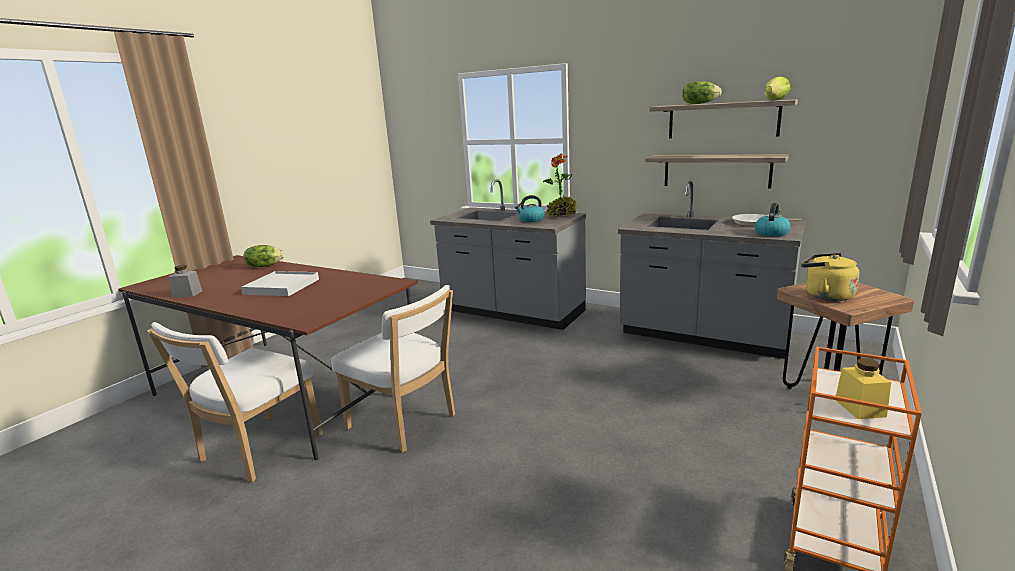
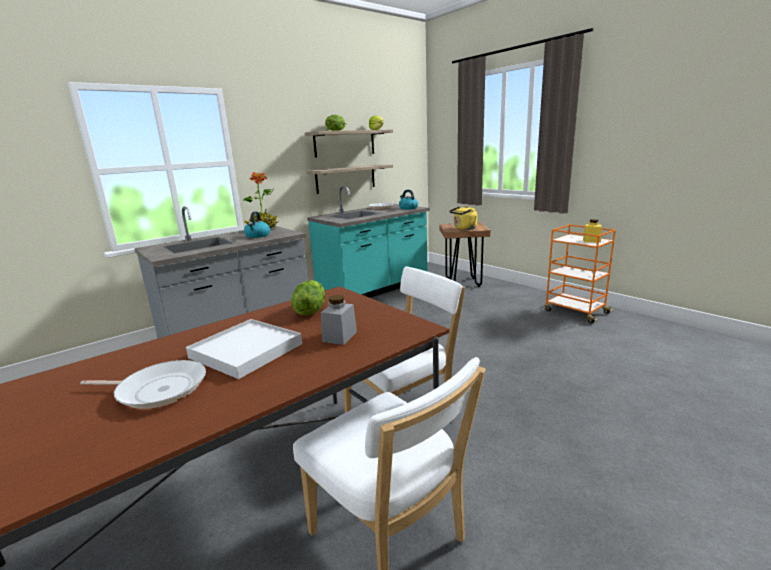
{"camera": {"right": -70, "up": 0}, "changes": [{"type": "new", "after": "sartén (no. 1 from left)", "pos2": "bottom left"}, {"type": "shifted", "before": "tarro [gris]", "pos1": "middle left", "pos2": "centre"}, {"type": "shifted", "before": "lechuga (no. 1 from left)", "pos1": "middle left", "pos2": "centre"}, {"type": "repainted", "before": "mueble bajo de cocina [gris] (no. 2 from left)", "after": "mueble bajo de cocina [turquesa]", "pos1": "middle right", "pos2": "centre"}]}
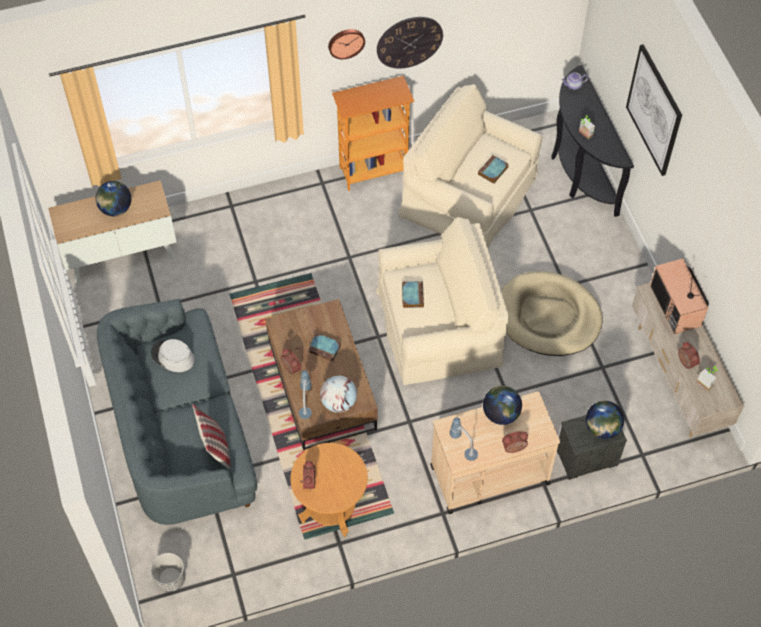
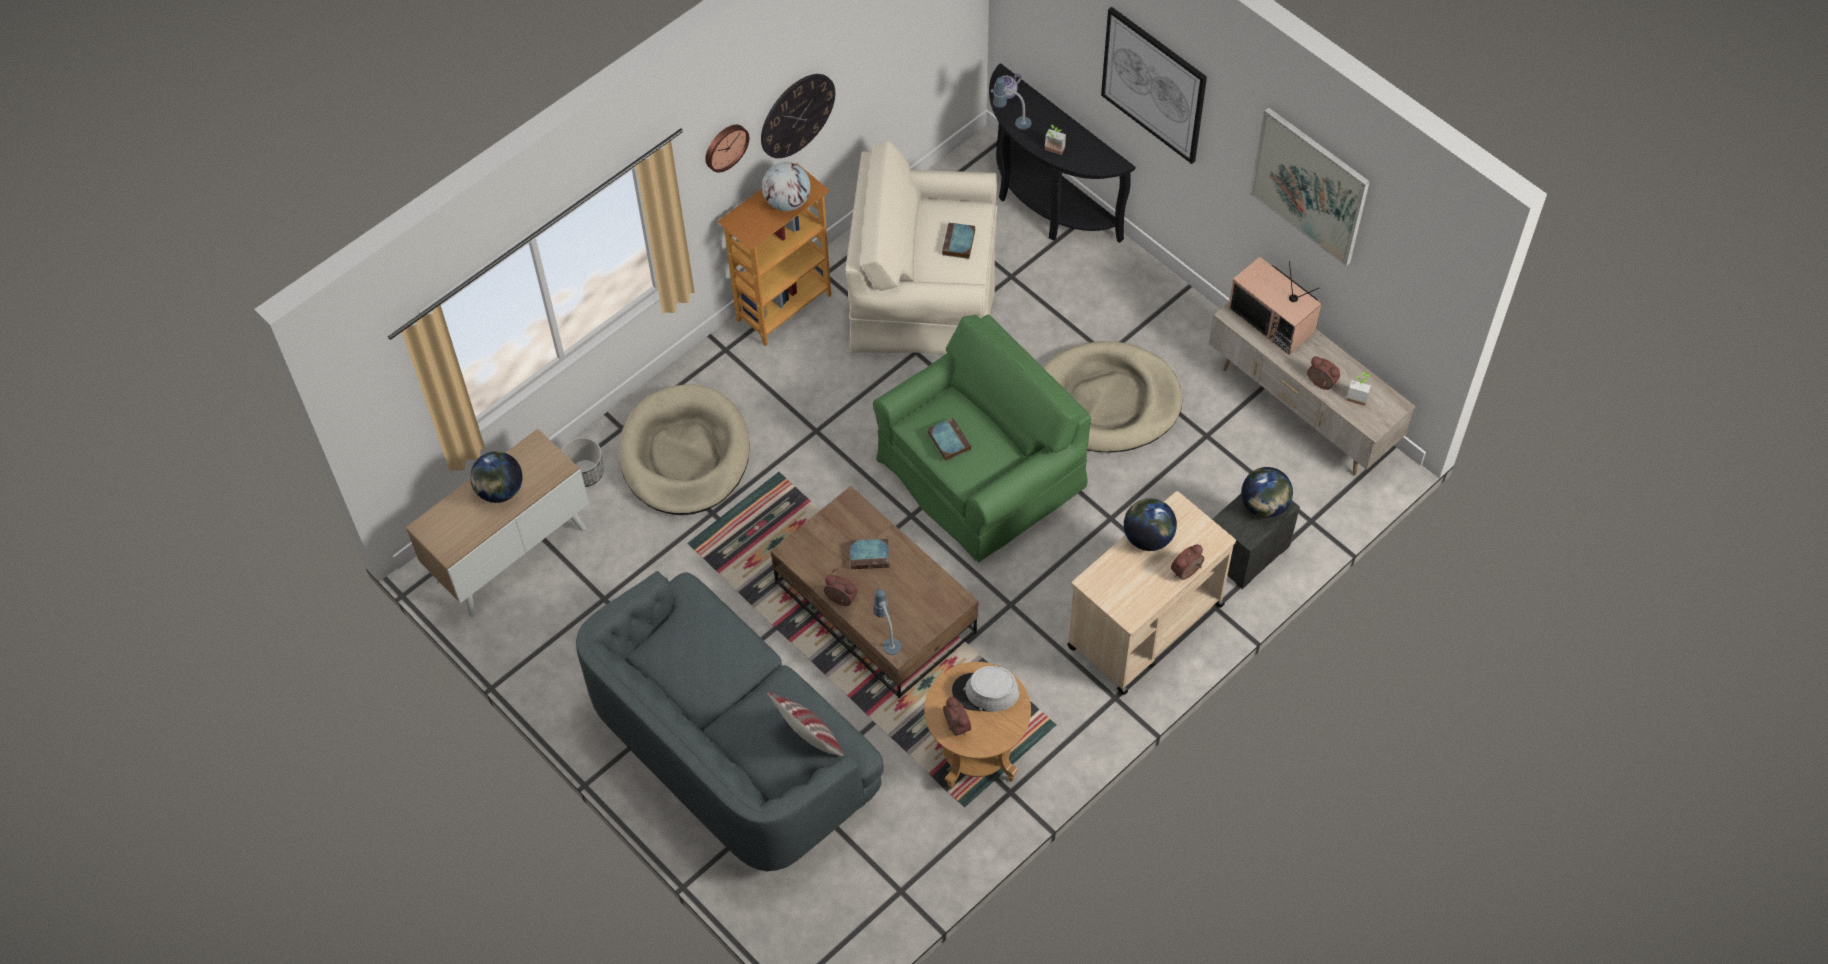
{"camera": {"right": -25, "up": 0}, "changes": [{"type": "new", "after": "cama para perro [beis] (no. 1 from left)", "pos2": "centre"}, {"type": "new", "after": "cuadro (no. 2 from left)", "pos2": "top right"}, {"type": "shifted", "before": "maceta", "pos1": "bottom left", "pos2": "middle left"}, {"type": "shifted", "before": "sombrero [gris]", "pos1": "middle left", "pos2": "bottom centre"}, {"type": "shifted", "before": "globo terráqueo (no. 2 from left)", "pos1": "centre", "pos2": "top centre"}, {"type": "shifted", "before": "lámpara de mesa (no. 2 from left)", "pos1": "bottom centre", "pos2": "top centre"}, {"type": "repainted", "before": "sillón [beis] (no. 1 from left)", "after": "sillón [verde]", "pos1": "centre", "pos2": "centre"}]}
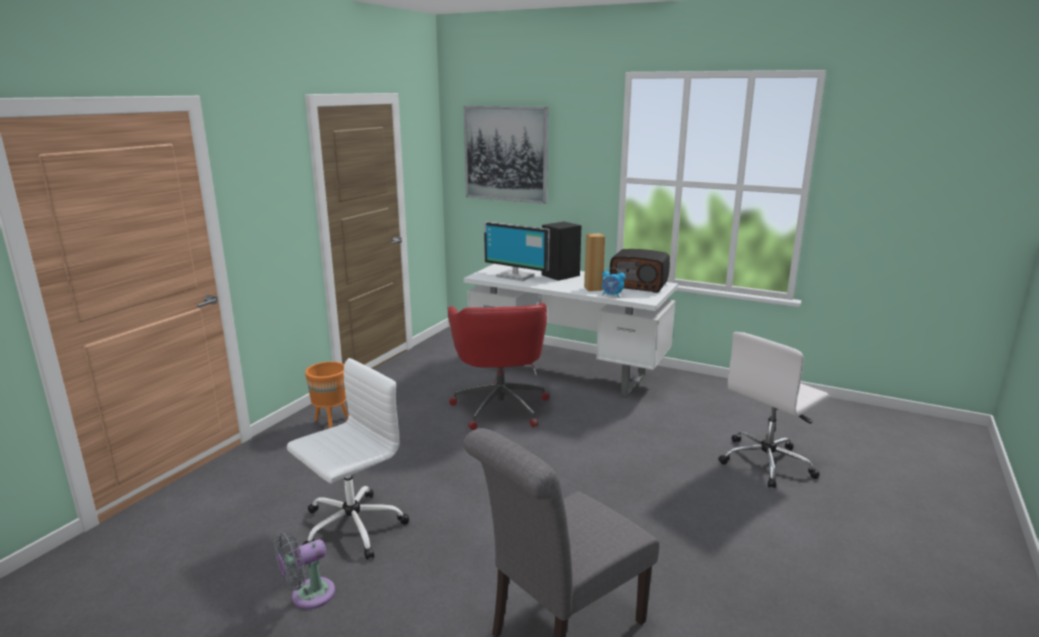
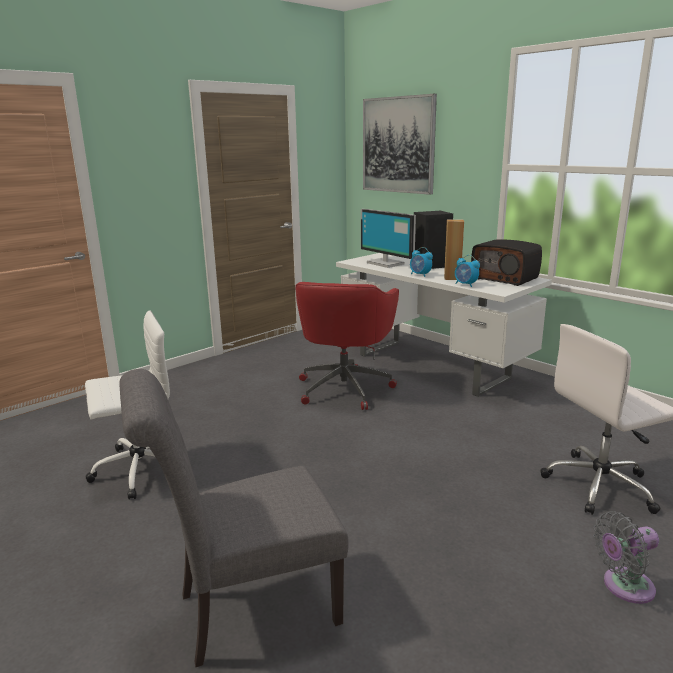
{"camera": {"right": 20, "up": 0}, "changes": [{"type": "gone", "before": "maceta [naranja]", "pos1": "middle left"}, {"type": "new", "after": "despertador (no. 1 from left)", "pos2": "centre"}, {"type": "shifted", "before": "ventilador [gris]", "pos1": "bottom left", "pos2": "bottom right"}]}
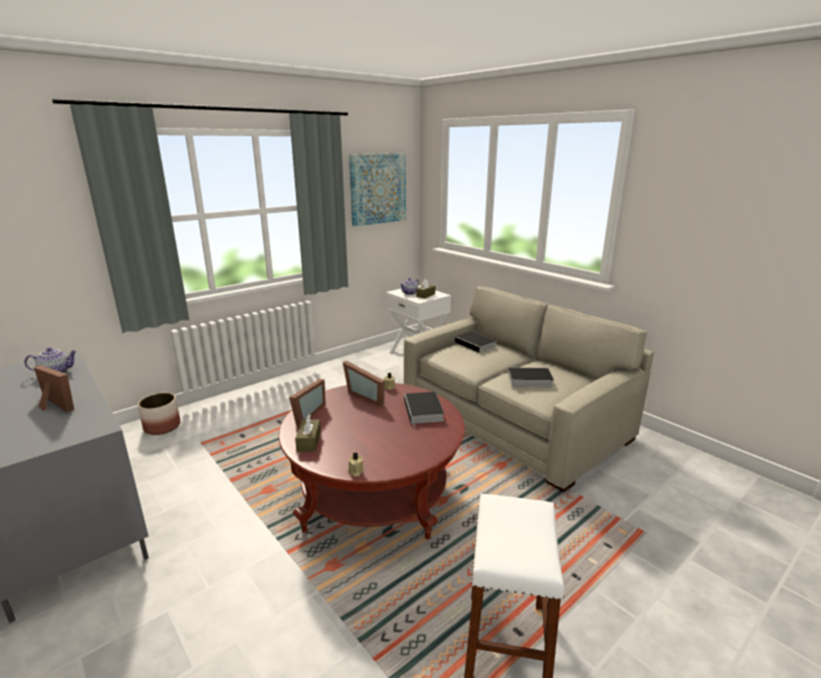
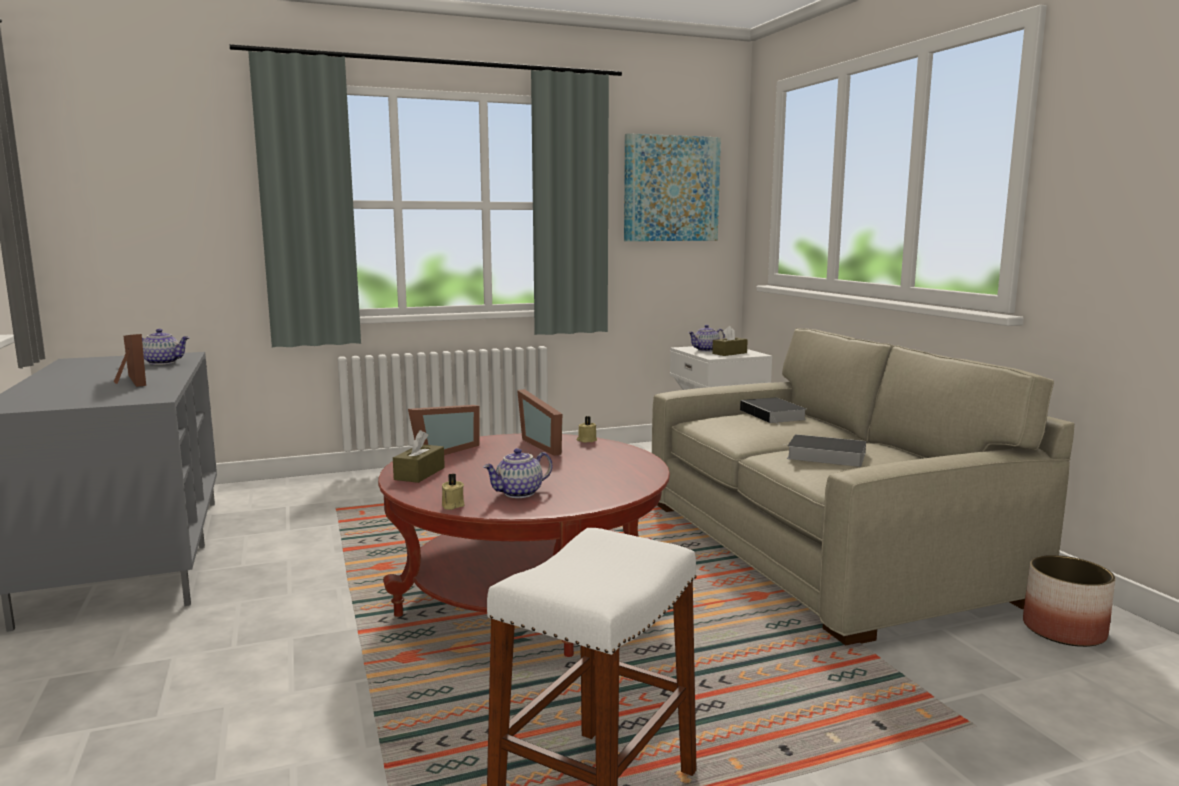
{"camera": {"right": 20, "up": -10}, "changes": [{"type": "gone", "before": "libro (no. 1 from left)", "pos1": "centre"}, {"type": "new", "after": "tetera (no. 2 from left)", "pos2": "centre"}, {"type": "shifted", "before": "maceta", "pos1": "middle left", "pos2": "bottom right"}]}
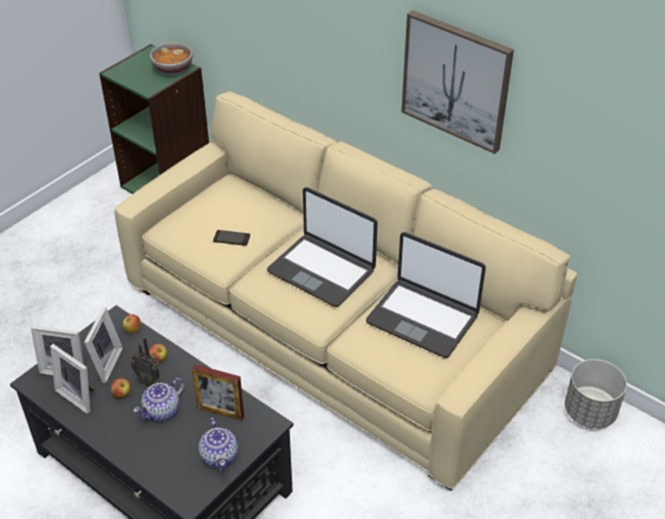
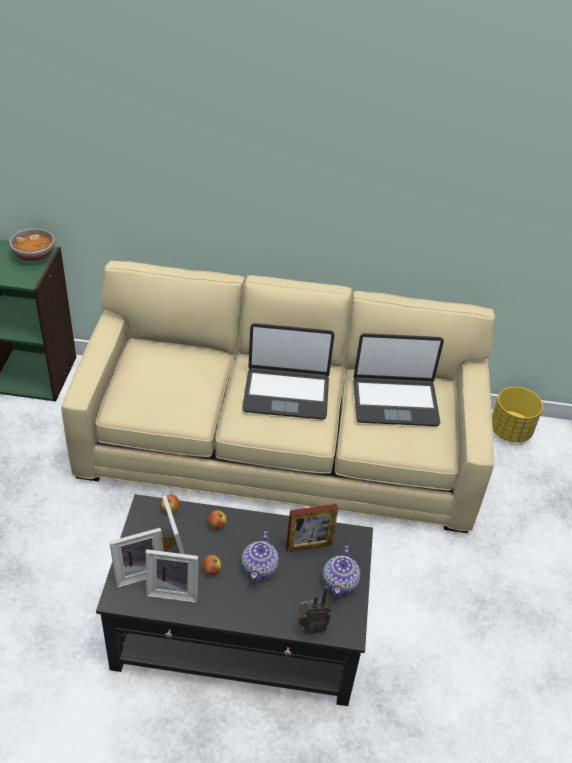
{"camera": {"right": -35, "up": 0}, "changes": [{"type": "gone", "before": "móvil", "pos1": "centre"}, {"type": "gone", "before": "cuadro", "pos1": "top right"}, {"type": "shifted", "before": "radio", "pos1": "bottom left", "pos2": "bottom centre"}, {"type": "repainted", "before": "maceta [gris]", "after": "maceta [amarillo]", "pos1": "bottom right", "pos2": "middle right"}, {"type": "rotated", "before": "tetera (no. 2 from left)", "pos1": "bottom left", "pos2": "bottom centre", "turn": 60}]}
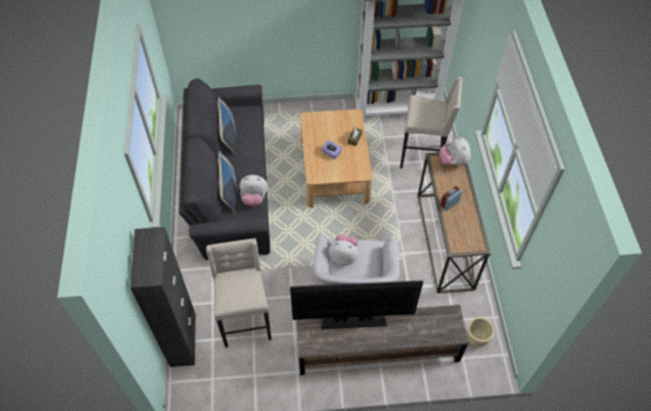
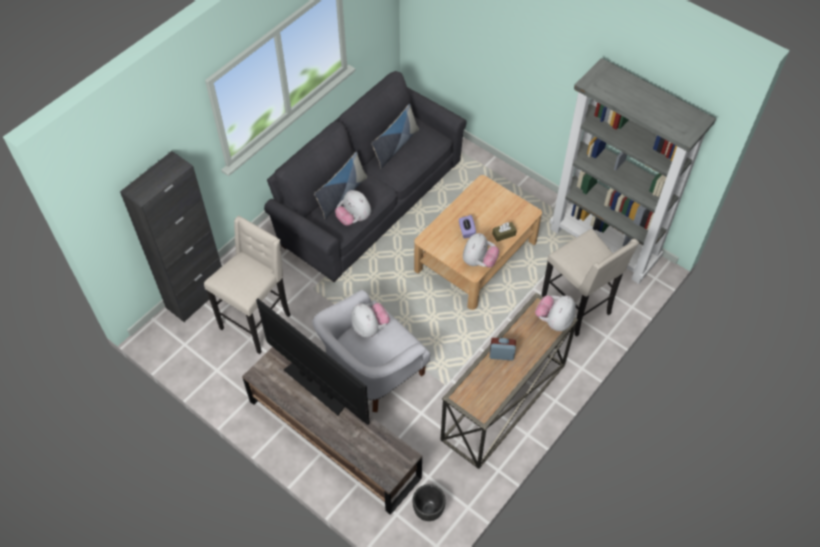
{"camera": {"right": 45, "up": 0}, "changes": [{"type": "new", "after": "peluche (no. 3 from left)", "pos2": "centre"}, {"type": "repainted", "before": "maceta [beis]", "after": "maceta [negro]", "pos1": "bottom right", "pos2": "bottom centre"}]}
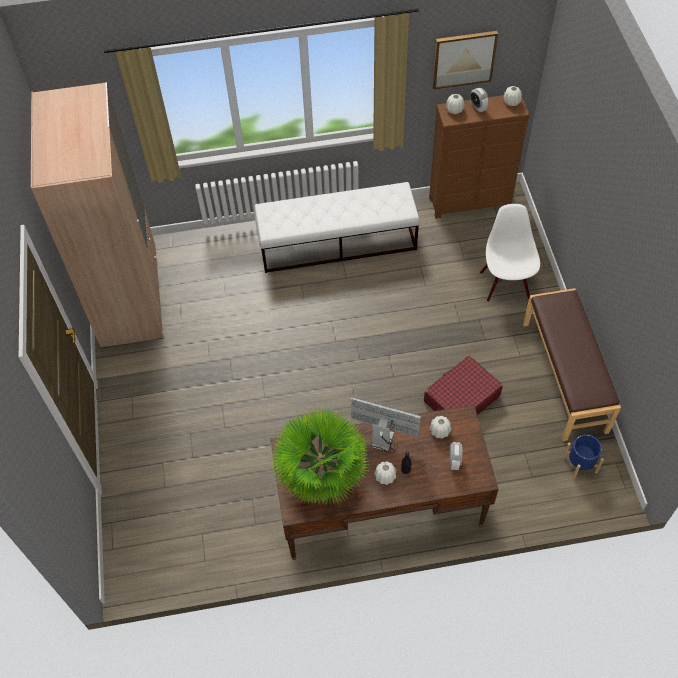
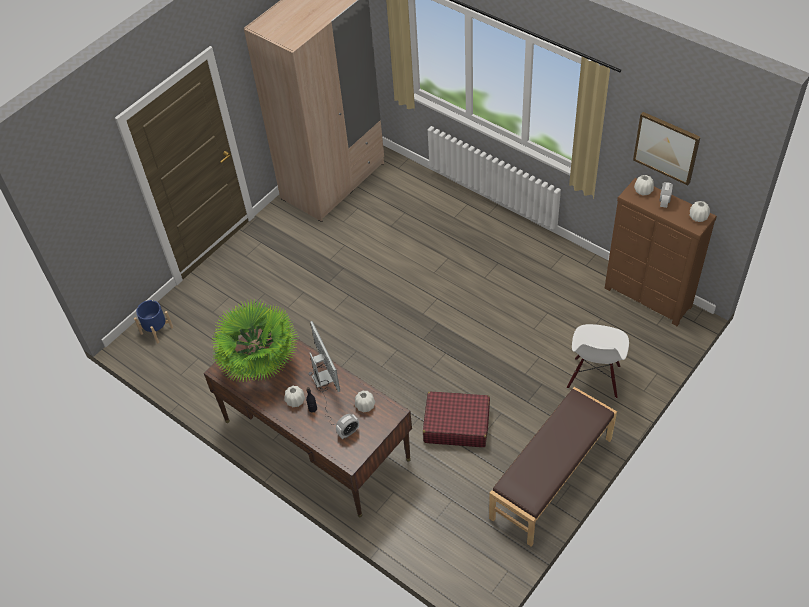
{"camera": {"right": 50, "up": -5}, "changes": [{"type": "gone", "before": "banco [blanco]", "pos1": "centre"}, {"type": "shifted", "before": "maceta [azul]", "pos1": "bottom right", "pos2": "middle left"}, {"type": "rotated", "before": "silla [blanco]", "pos1": "middle right", "pos2": "middle right", "turn": 150}]}
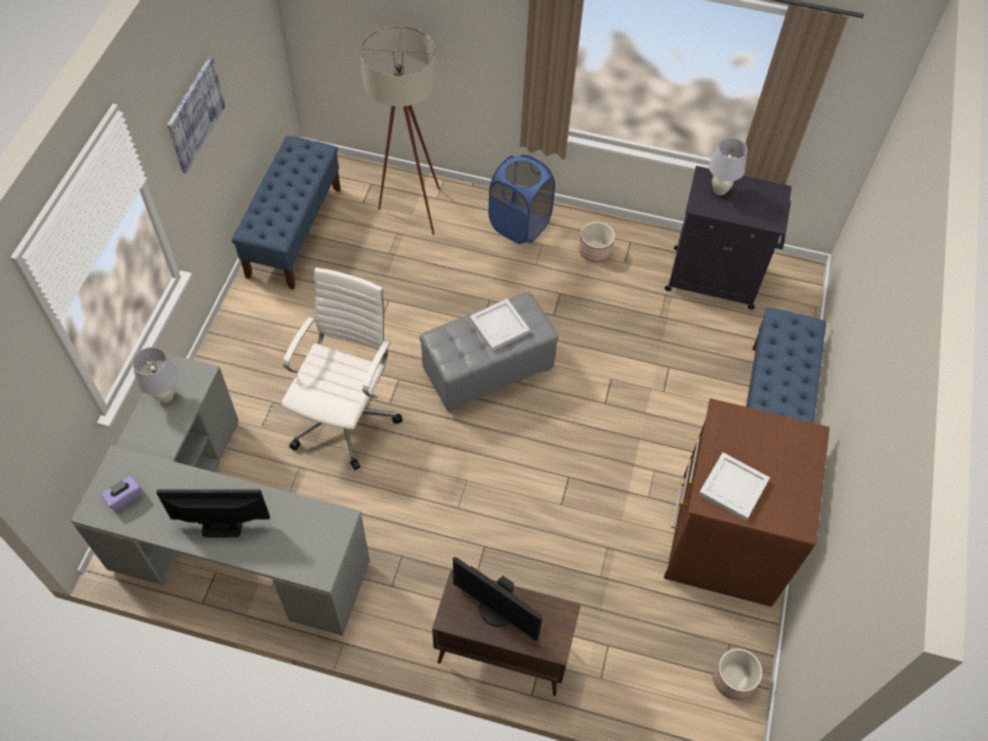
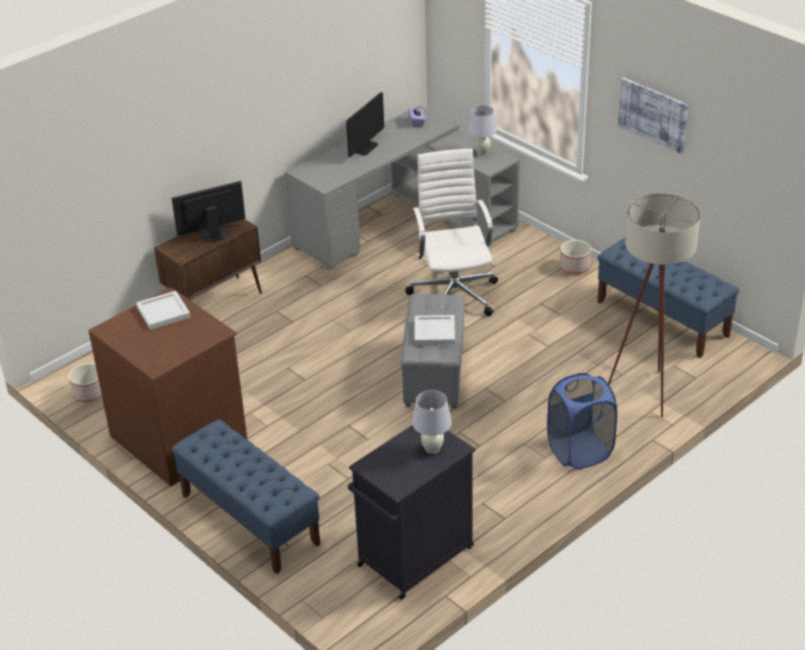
{"camera": {"right": 125, "up": -20}, "changes": [{"type": "shifted", "before": "maceta (no. 1 from left in the first image)", "after": "maceta (no. 2 from left)", "pos1": "top centre", "pos2": "middle right"}, {"type": "rotated", "before": "silla de oficina [blanco]", "pos1": "centre", "pos2": "centre", "turn": -150}]}
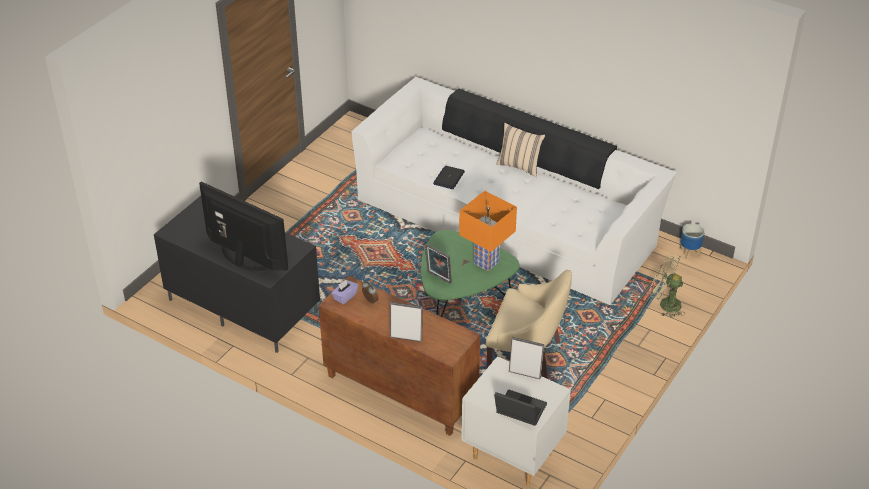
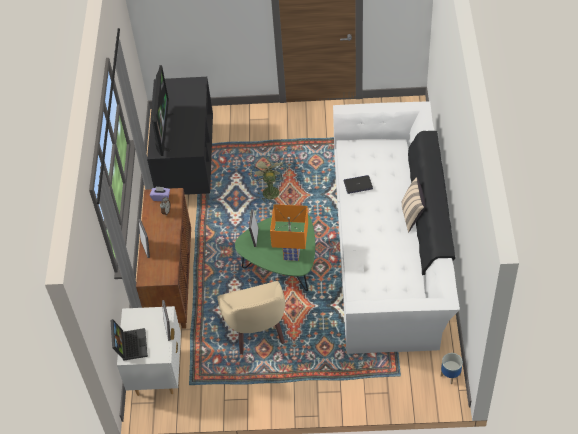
{"camera": {"right": 60, "up": 10}, "changes": [{"type": "shifted", "before": "ventilador [verde]", "pos1": "middle right", "pos2": "centre"}]}
